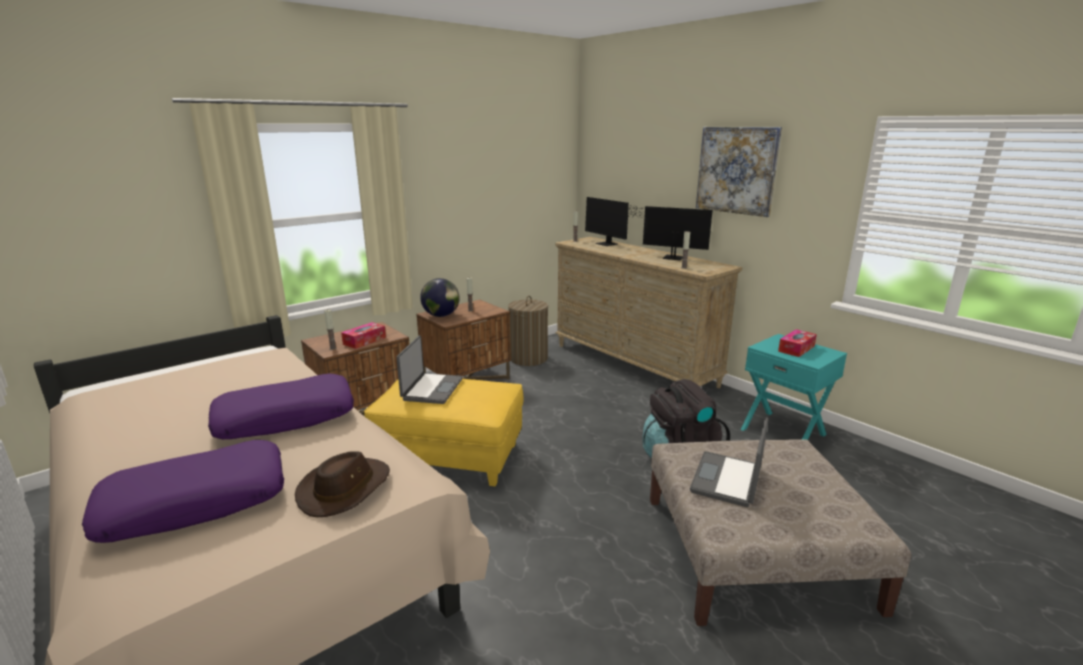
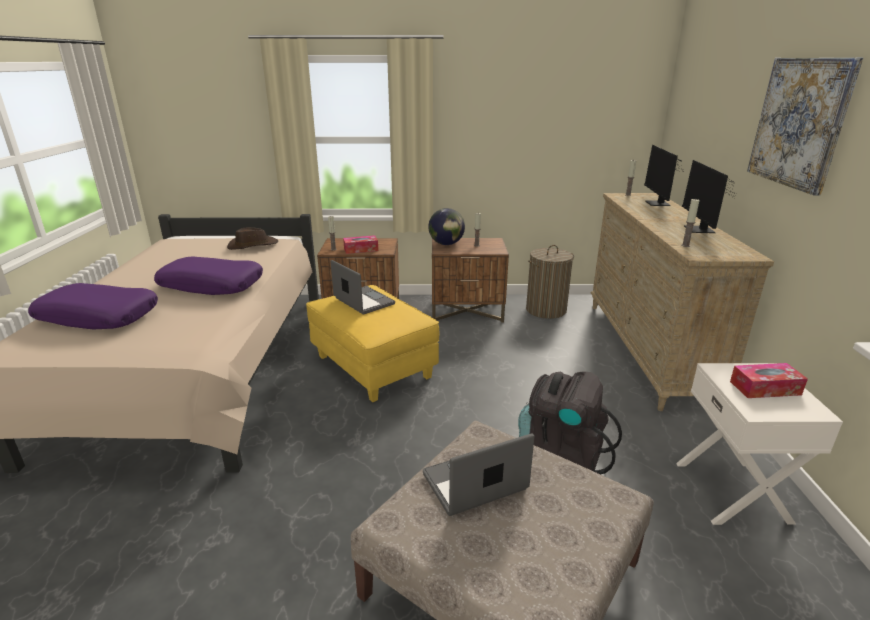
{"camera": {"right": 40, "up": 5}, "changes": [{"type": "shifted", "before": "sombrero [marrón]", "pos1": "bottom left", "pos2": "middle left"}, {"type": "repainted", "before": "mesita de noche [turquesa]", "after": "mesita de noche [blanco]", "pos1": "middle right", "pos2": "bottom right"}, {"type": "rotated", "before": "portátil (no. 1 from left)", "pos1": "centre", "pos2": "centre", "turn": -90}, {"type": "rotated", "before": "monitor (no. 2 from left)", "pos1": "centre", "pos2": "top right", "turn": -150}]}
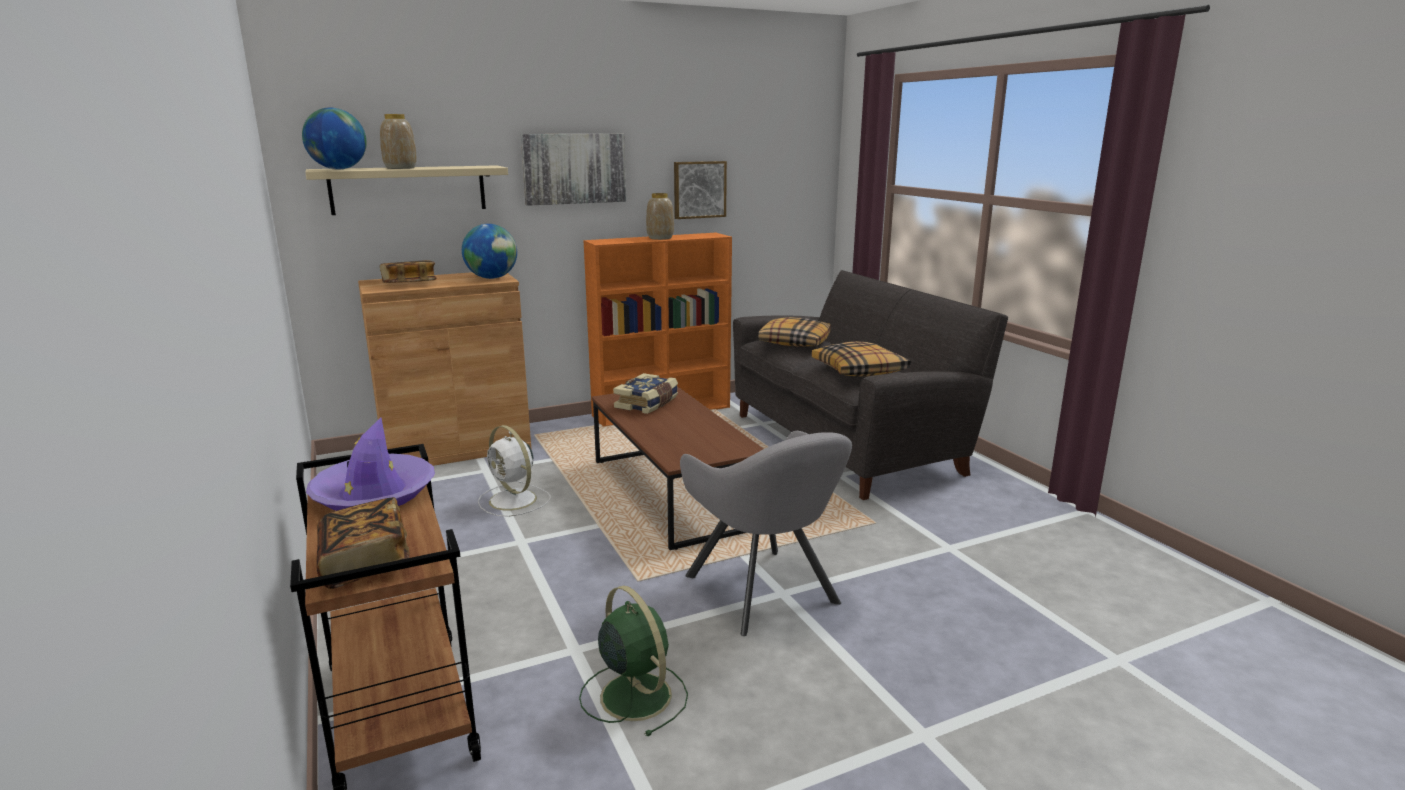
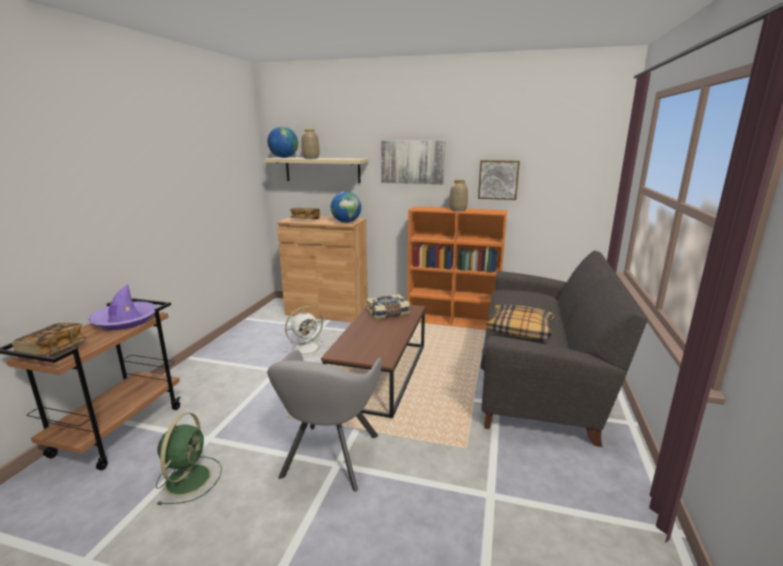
{"camera": {"right": 40, "up": 0}, "changes": [{"type": "gone", "before": "cojín (no. 1 from left)", "pos1": "centre"}, {"type": "rotated", "before": "ventilador [blanco]", "pos1": "centre", "pos2": "centre", "turn": -120}]}
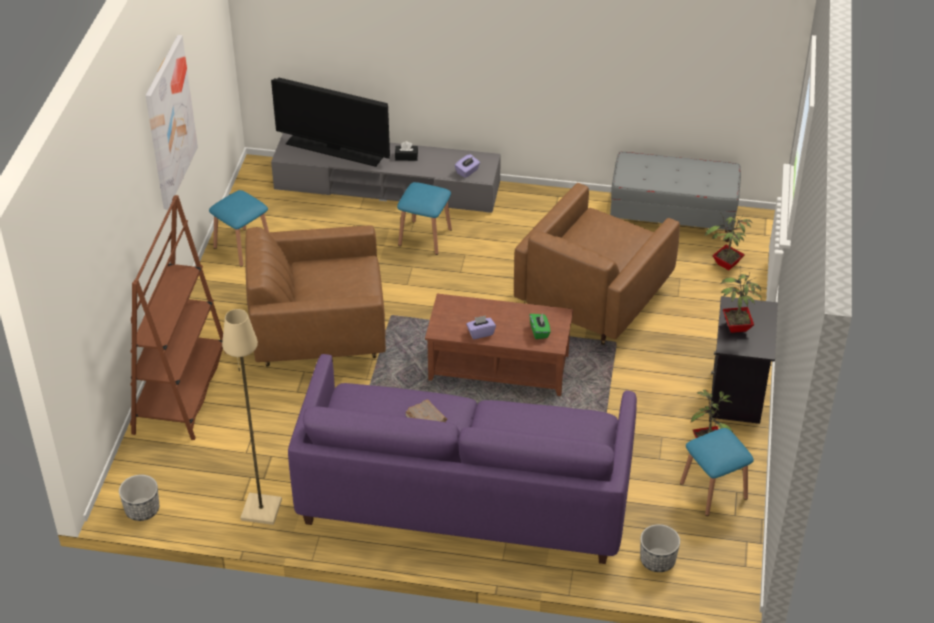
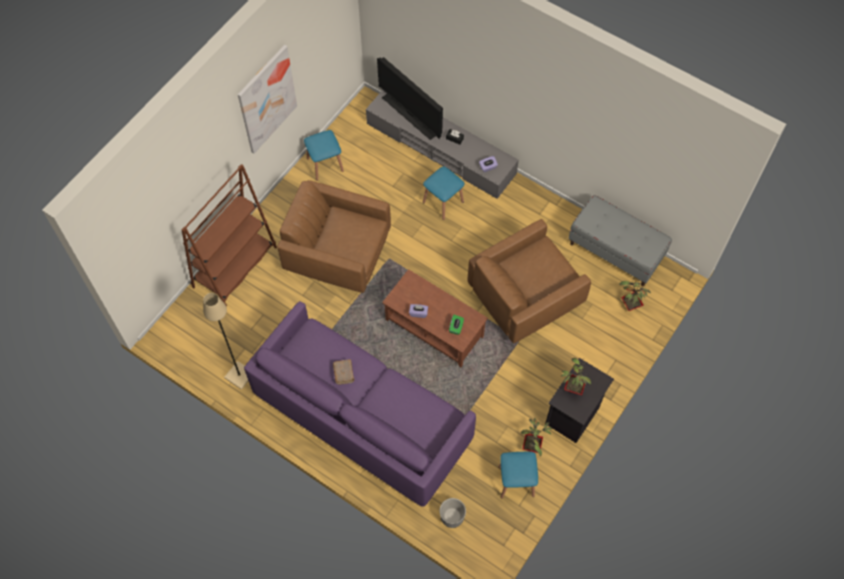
{"camera": {"right": 25, "up": 20}, "changes": [{"type": "gone", "before": "maceta (no. 1 from left)", "pos1": "bottom left"}]}
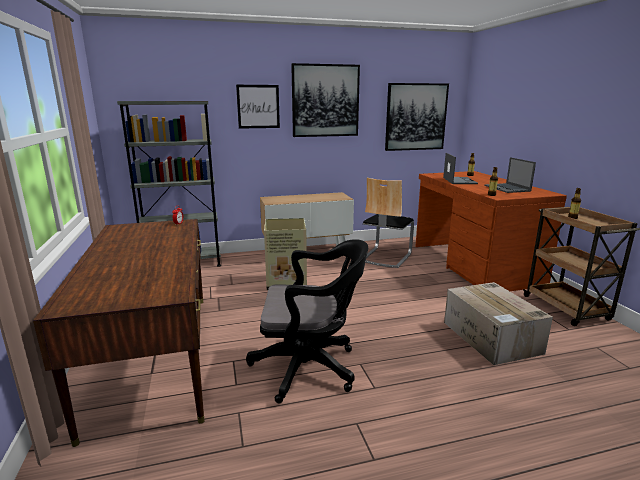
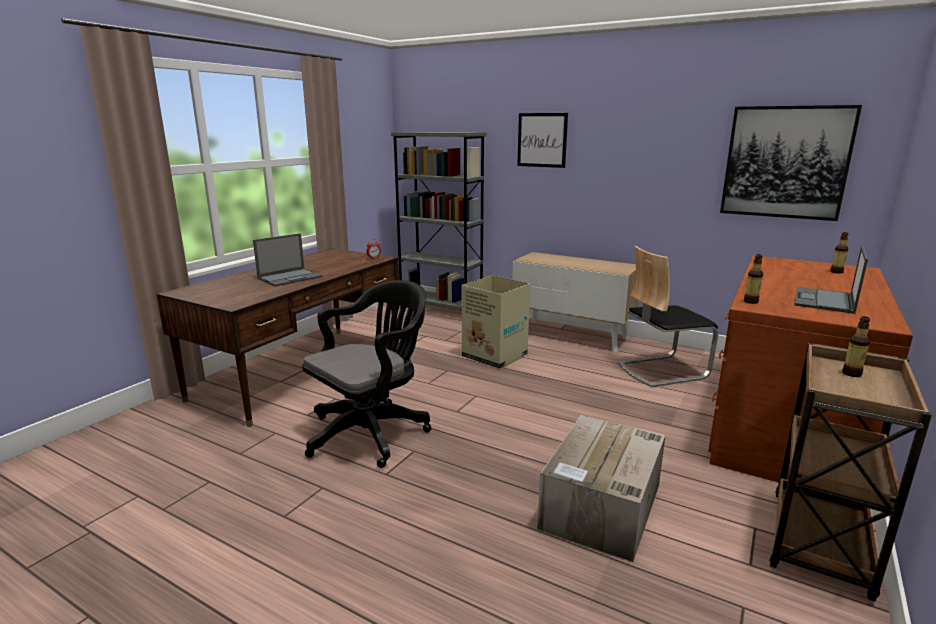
{"camera": {"right": 45, "up": 0}, "changes": [{"type": "gone", "before": "cuadro (no. 2 from left)", "pos1": "top centre"}, {"type": "shifted", "before": "portátil (no. 1 from left)", "pos1": "middle right", "pos2": "middle left"}, {"type": "rotated", "before": "silla de oficina [negro]", "pos1": "bottom centre", "pos2": "centre", "turn": -90}]}
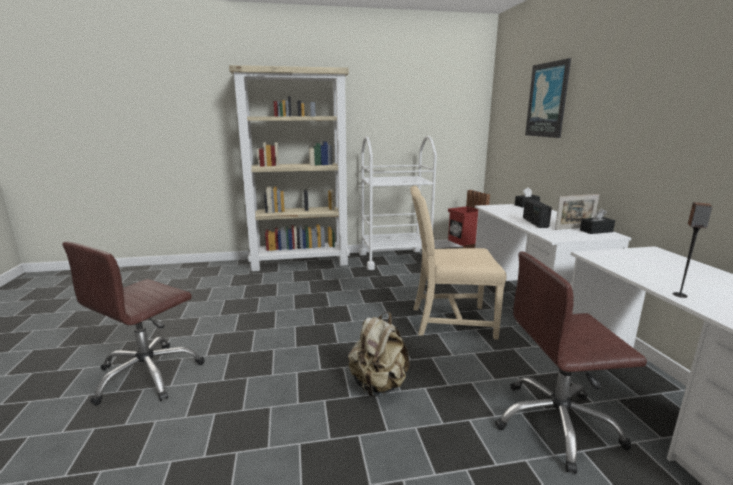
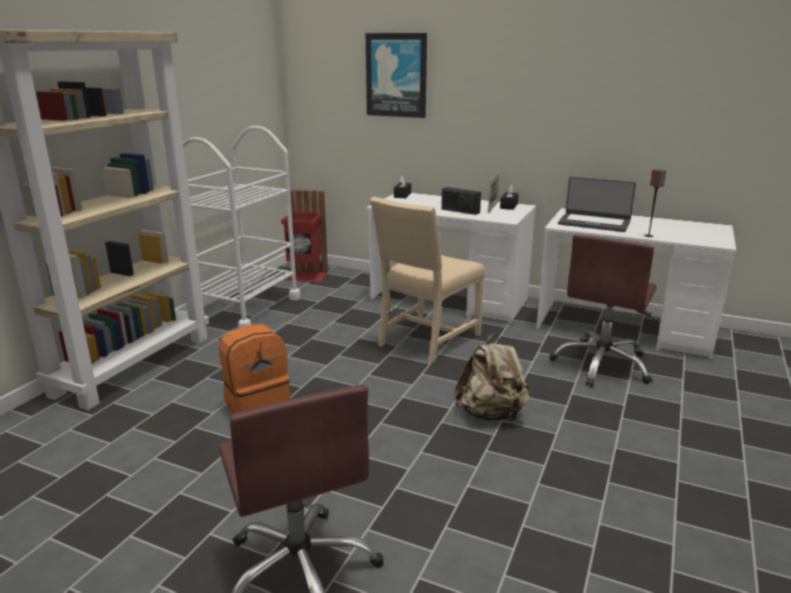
{"camera": {"right": -55, "up": 5}, "changes": [{"type": "new", "after": "mochila [naranja]", "pos2": "middle left"}, {"type": "new", "after": "portátil", "pos2": "middle right"}]}
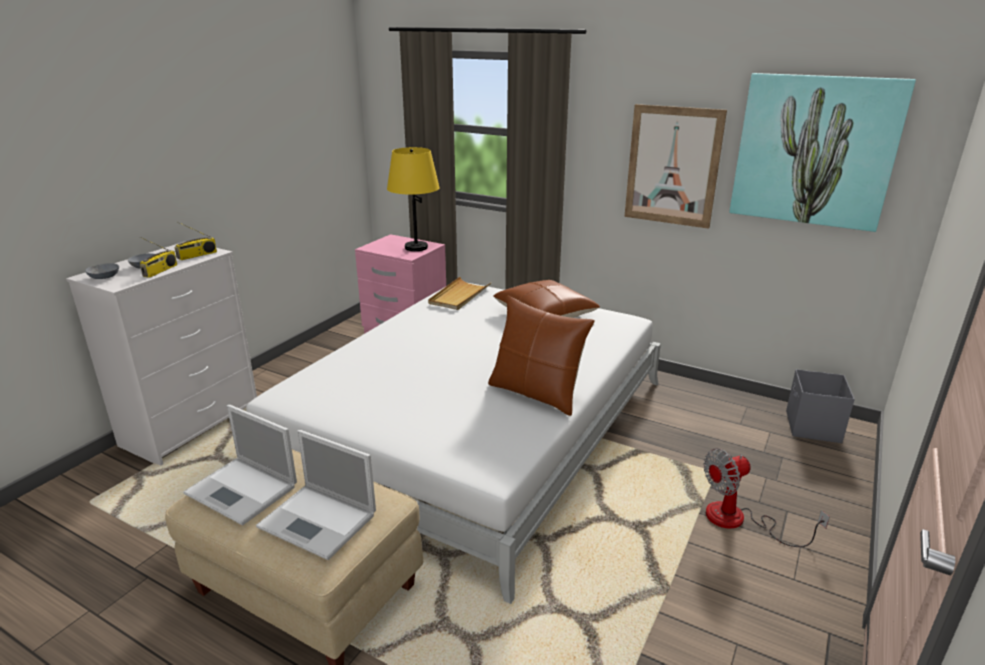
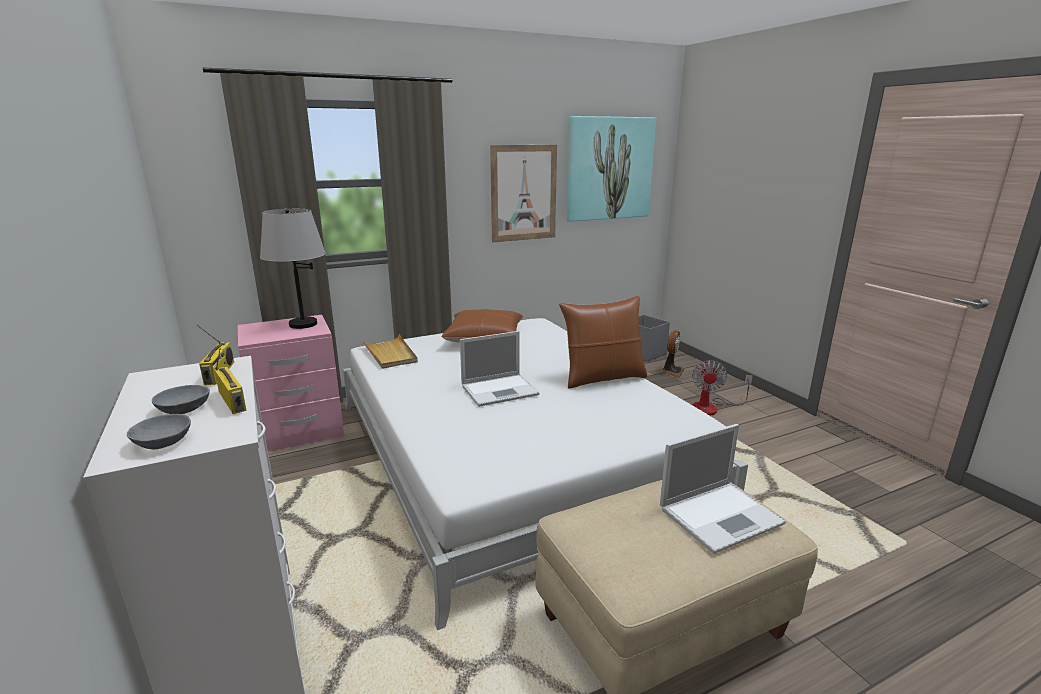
{"camera": {"right": -55, "up": -5}, "changes": [{"type": "new", "after": "ventilador (no. 1 from left)", "pos2": "centre"}, {"type": "shifted", "before": "portátil (no. 1 from left)", "pos1": "bottom left", "pos2": "centre"}, {"type": "repainted", "before": "lámpara de mesa [amarillo]", "after": "lámpara de mesa [gris]", "pos1": "top centre", "pos2": "middle left"}]}
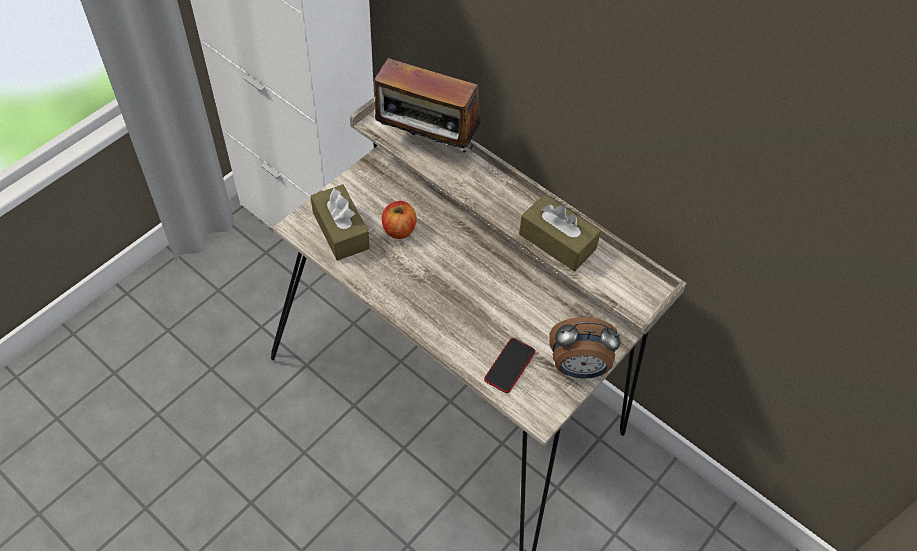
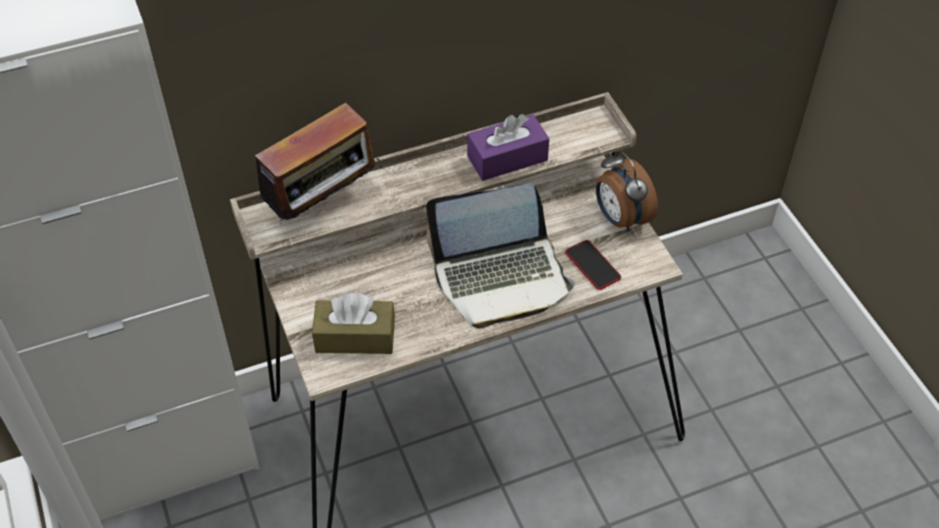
{"camera": {"right": -60, "up": -5}, "changes": [{"type": "gone", "before": "manzana", "pos1": "centre"}, {"type": "new", "after": "portátil", "pos2": "centre"}, {"type": "repainted", "before": "caja de pañuelos [marrón] (no. 2 from left)", "after": "caja de pañuelos [morado]", "pos1": "centre", "pos2": "top centre"}, {"type": "rotated", "before": "despertador", "pos1": "centre", "pos2": "middle right", "turn": 120}]}
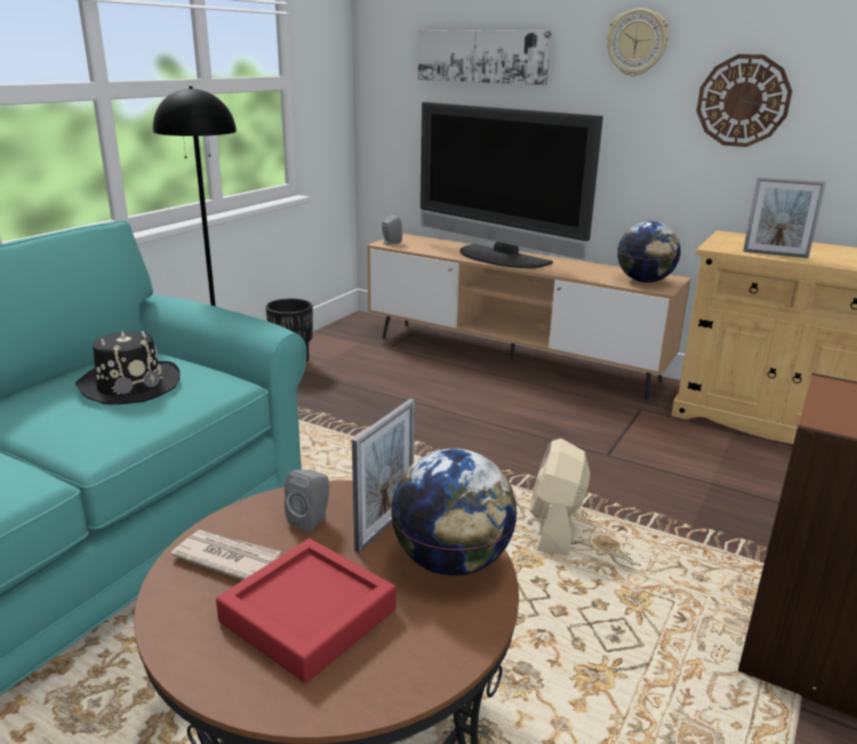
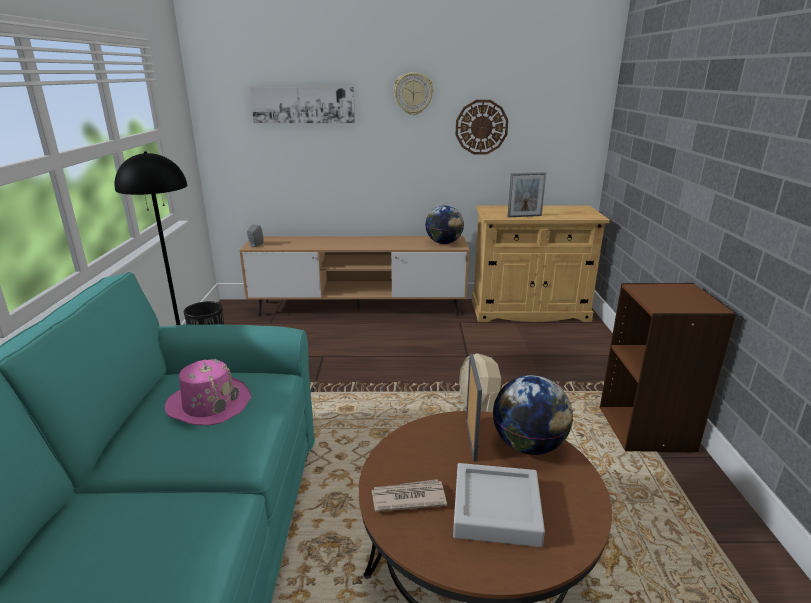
{"camera": {"right": -30, "up": 0}, "changes": [{"type": "gone", "before": "altavoz [gris] (no. 1 from left)", "pos1": "bottom centre"}, {"type": "gone", "before": "televisor", "pos1": "top centre"}, {"type": "repainted", "before": "sombrero [negro]", "after": "sombrero [rosa]", "pos1": "middle left", "pos2": "middle left"}, {"type": "repainted", "before": "bandeja [rojo]", "after": "bandeja [gris]", "pos1": "bottom centre", "pos2": "bottom centre"}]}
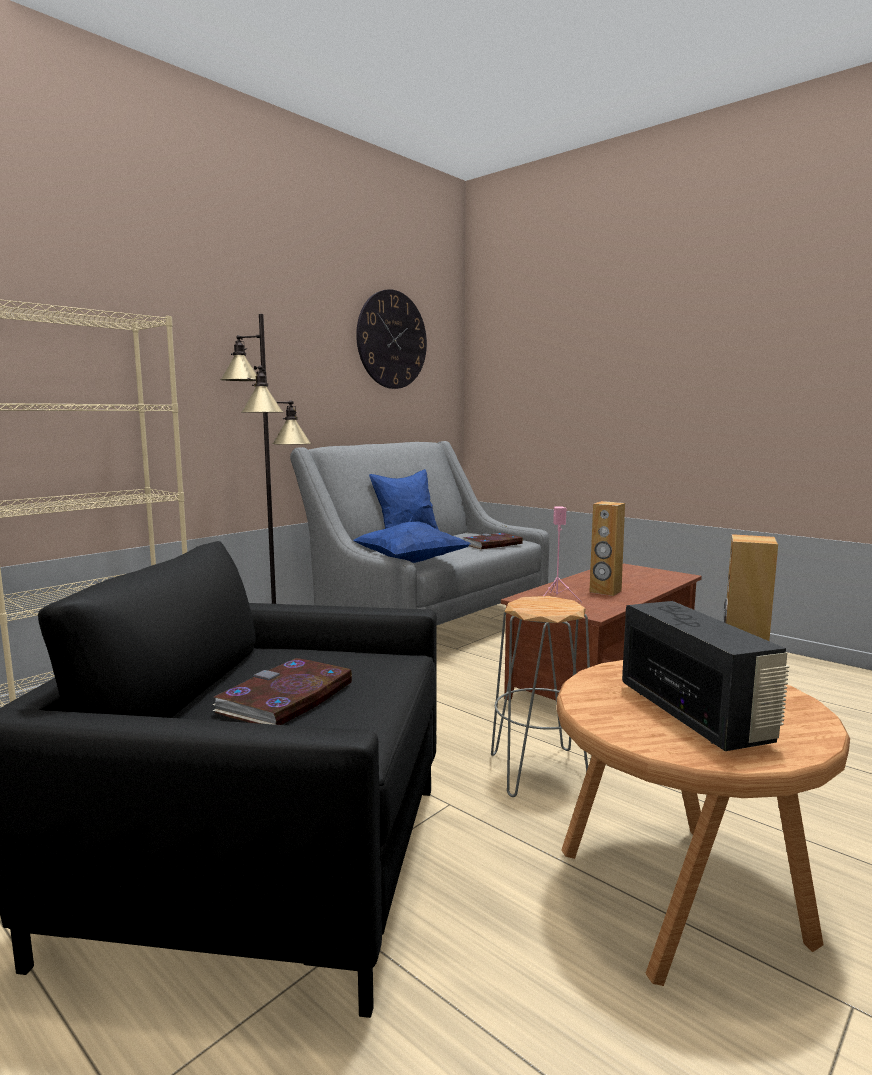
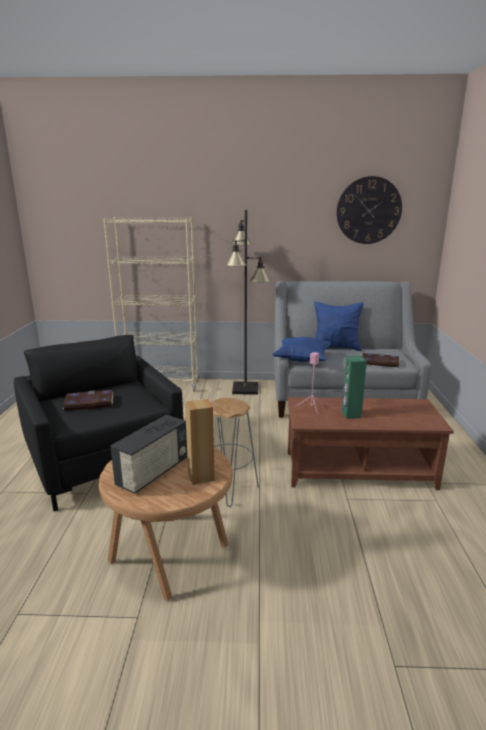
{"camera": {"right": 50, "up": 10}, "changes": [{"type": "repainted", "before": "altavoz [marrón] (no. 1 from left)", "after": "altavoz [verde]", "pos1": "middle right", "pos2": "middle right"}]}
